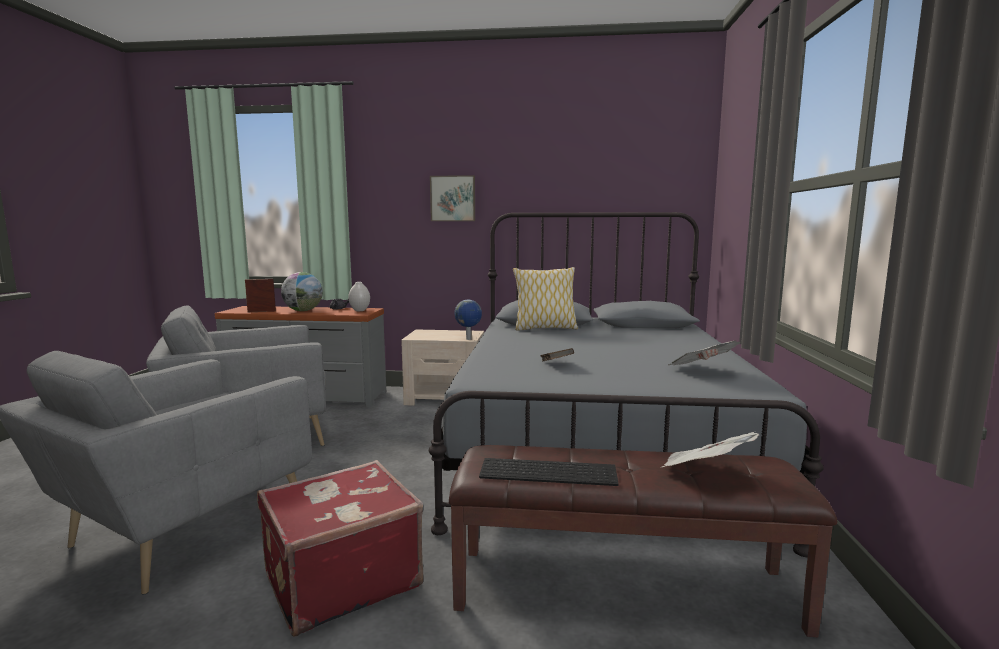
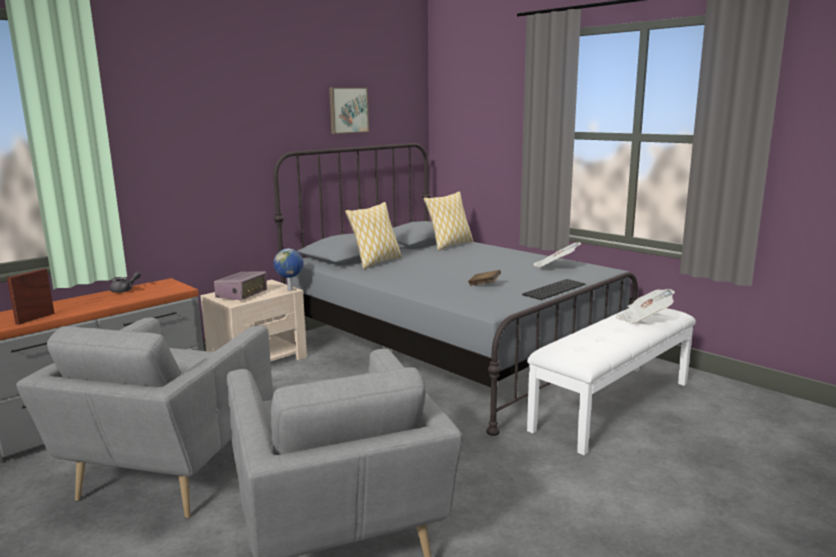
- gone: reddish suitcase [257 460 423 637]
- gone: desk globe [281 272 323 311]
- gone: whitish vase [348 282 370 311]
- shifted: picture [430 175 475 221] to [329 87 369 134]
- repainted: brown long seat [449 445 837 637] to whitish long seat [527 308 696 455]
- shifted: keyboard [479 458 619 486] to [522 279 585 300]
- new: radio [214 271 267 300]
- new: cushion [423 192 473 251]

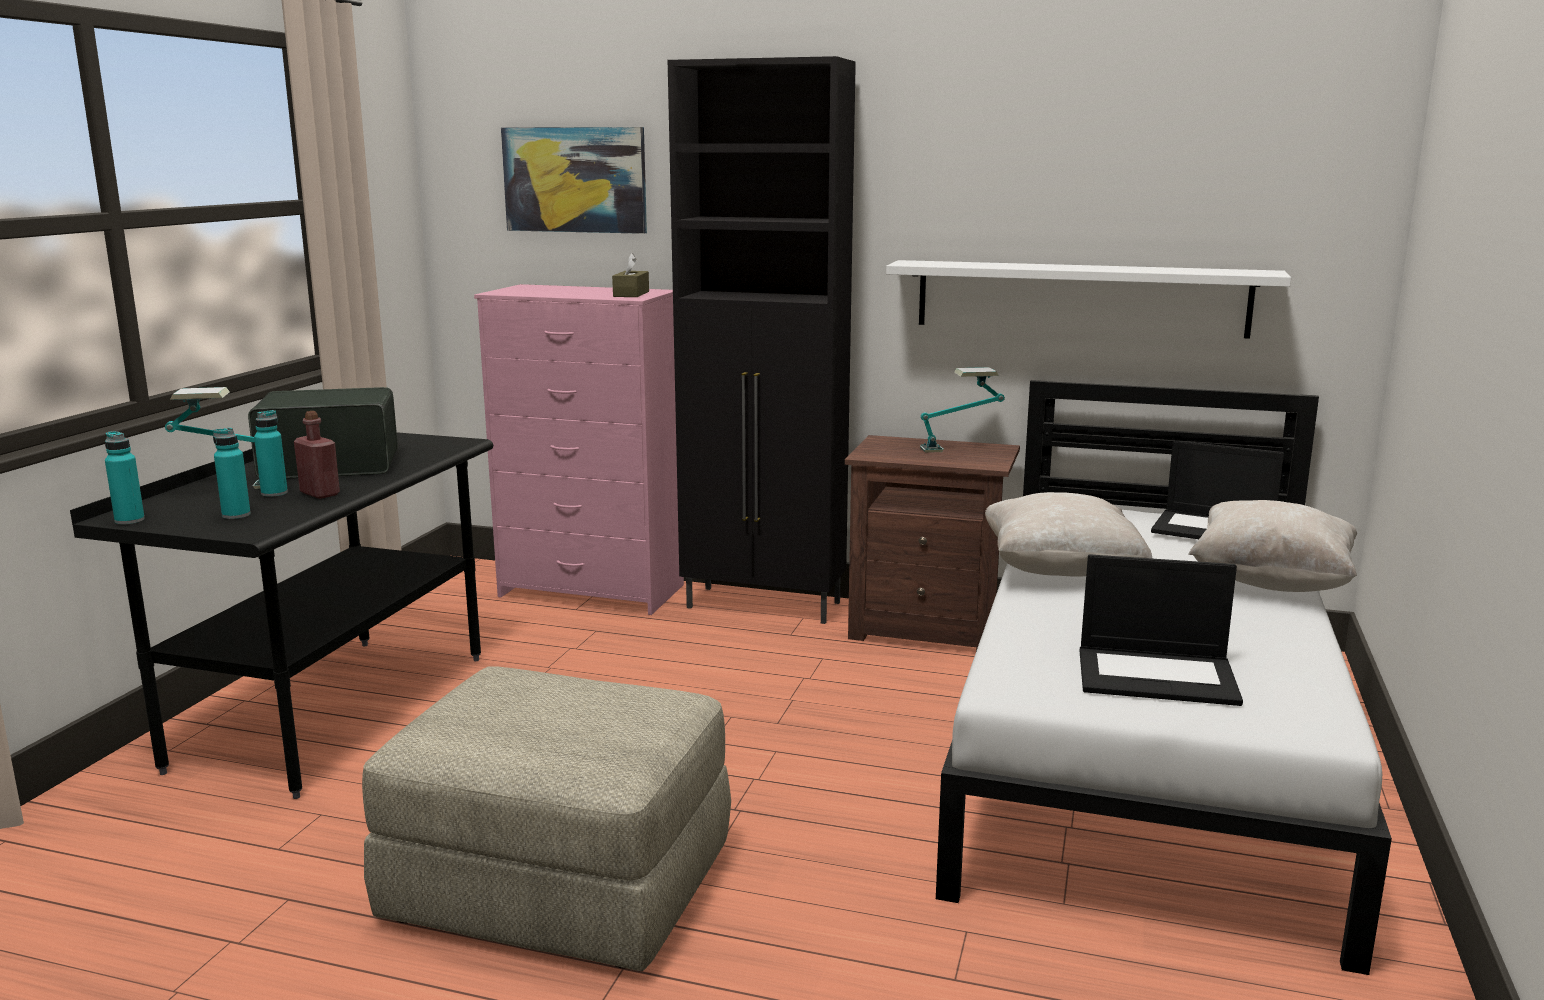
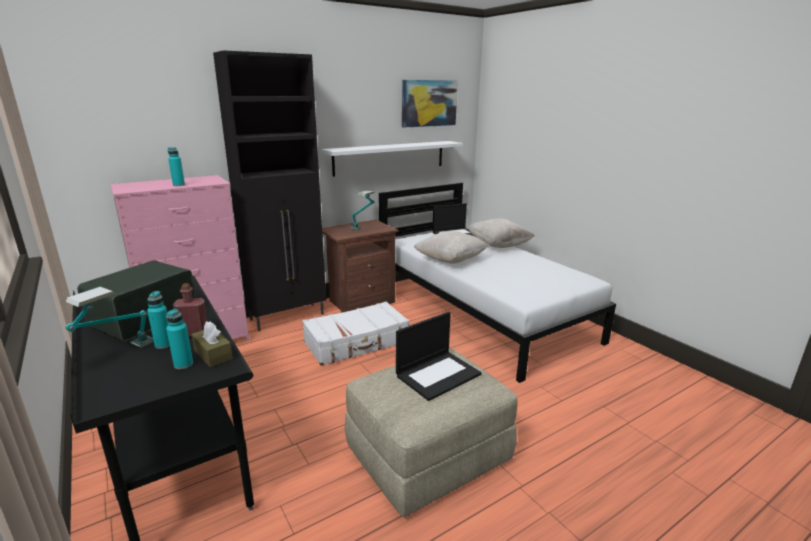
- shifted: turquoise drink bottle [105 431 145 525] to [168 147 185 186]
- shifted: picture [501 127 647 234] to [402 80 458 127]
- shifted: brown tissue box [612 253 649 297] to [191 321 233 367]
- shifted: portable computer [1080 554 1243 706] to [396 312 482 401]
- new: whitish suitcase [302 301 409 366]

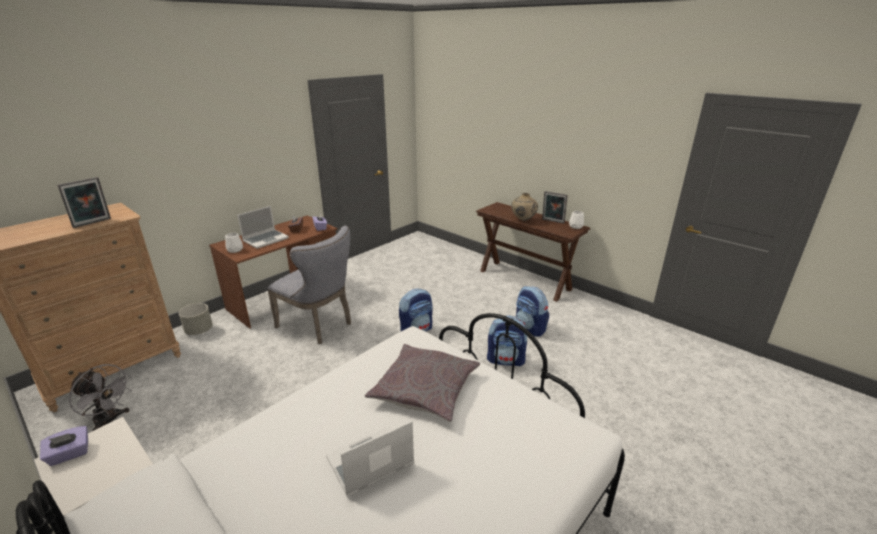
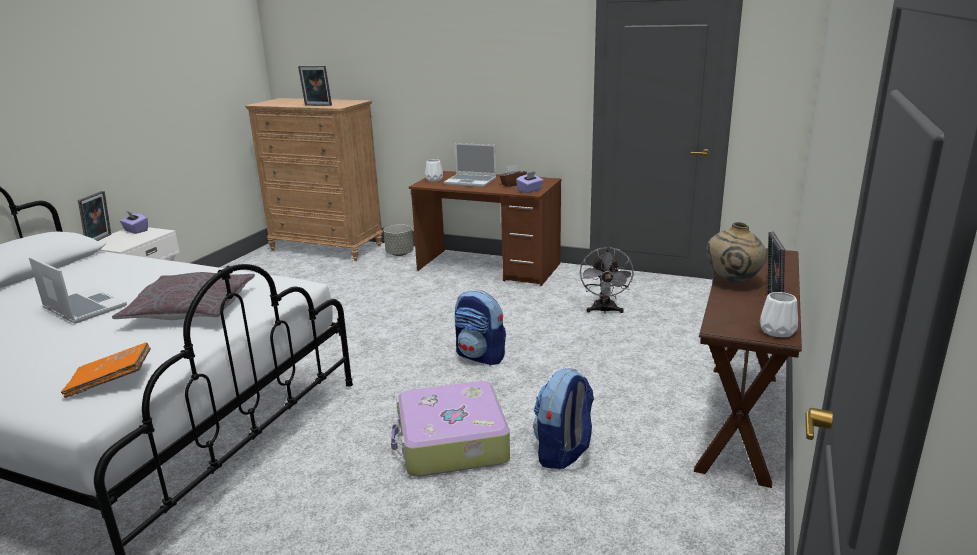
- shifted: greyish cooling fan [69 364 132 431] to [580 247 634 314]
- gone: greyish chair [267 226 351 344]
- swapped: knapsack [487 316 527 367] to suitcase [391 381 510 477]
- new: orangey book [61 342 151 398]
- new: photo frame [78 191 111 241]

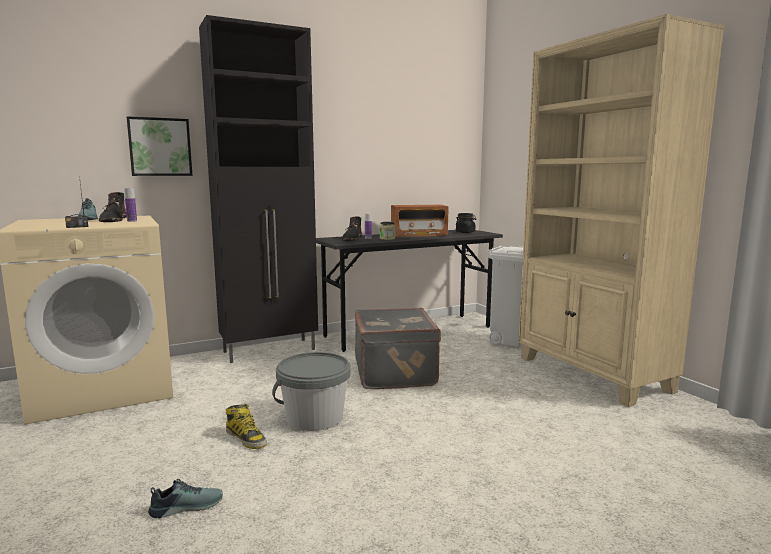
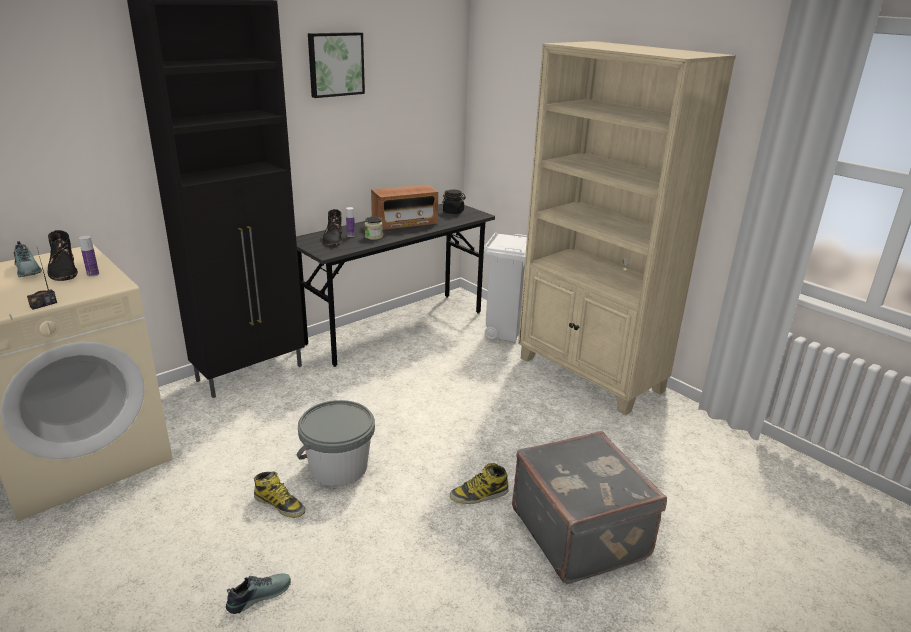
- shifted: picture [127 116 192 176] to [308 32 365 98]
- shifted: greyish suitcase [355 308 441 389] to [512 431 667 584]
- new: tall boot [450 463 508 504]

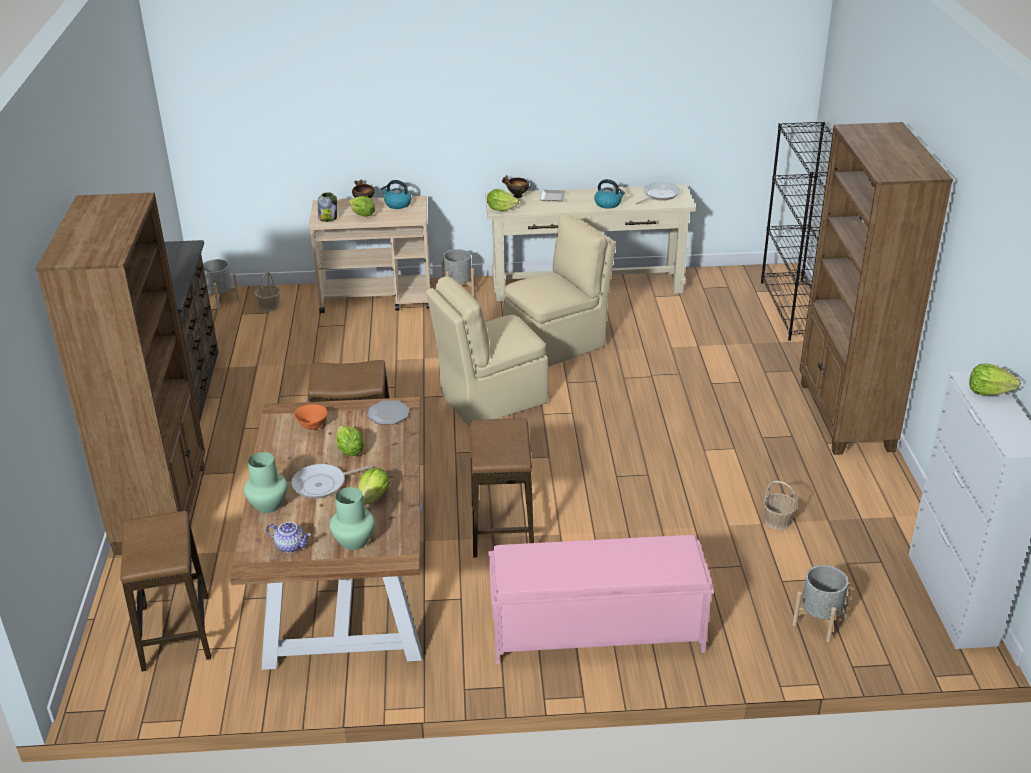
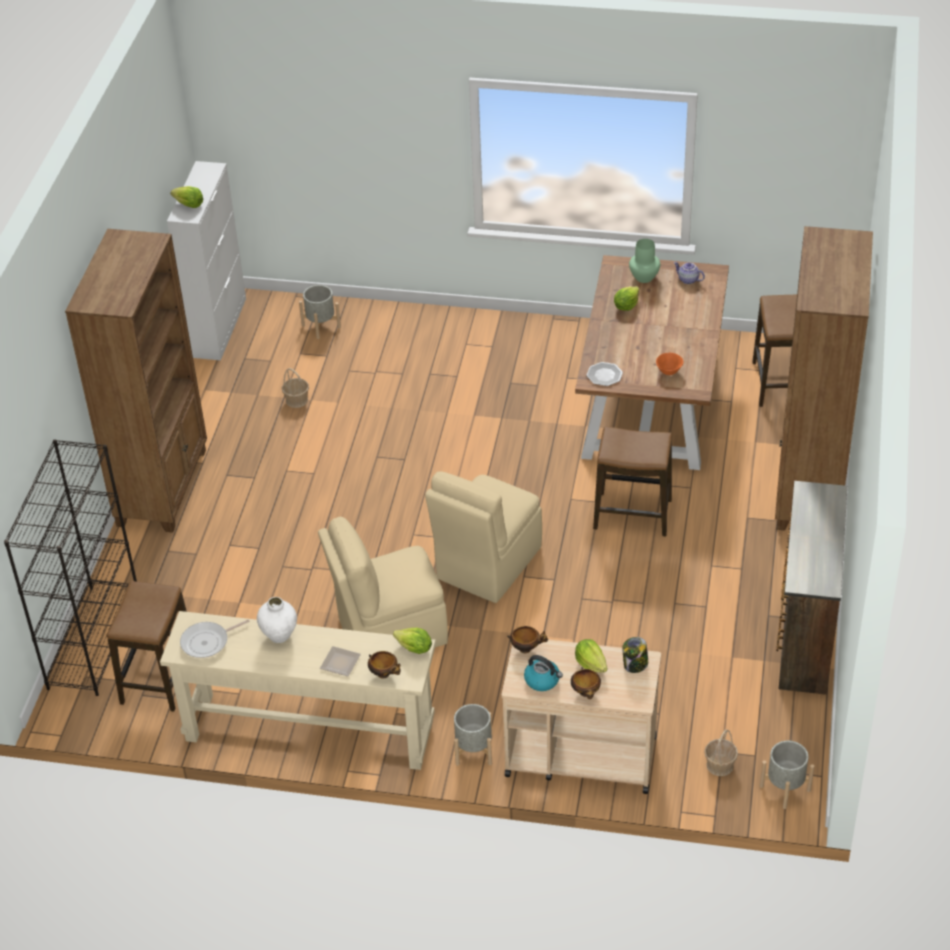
- gone: green-coloured vase [244 452 288 513]
- gone: frying pan [291 464 372 498]
- gone: head of lettuce [336 425 365 456]
- rotated: beige chair [426 276 548 427] = [425 471 542 603] 135 degrees clockwise
- shifted: sitting stool [470 418 534 558] to [107 581 187 712]
- gone: pinkish long seat [488 535 714 664]
- swapped: water kettle [594 179 625 209] to whitish vase [257 597 297 643]
- new: bowl [507 626 548 653]

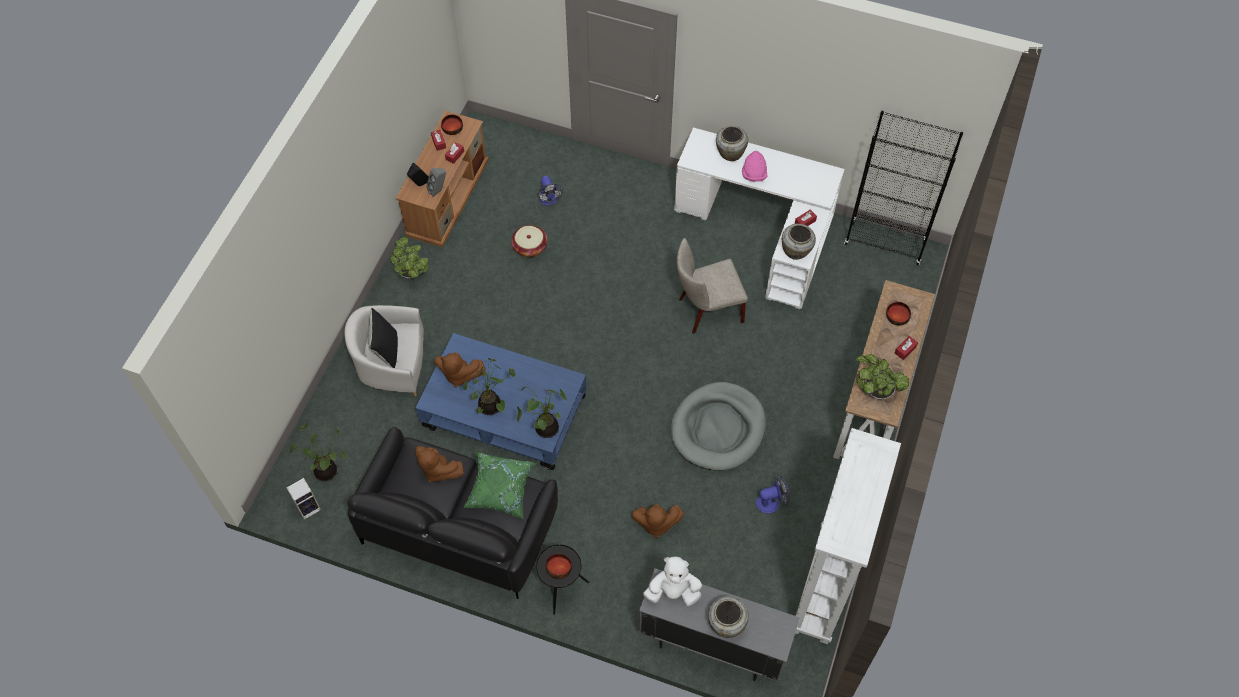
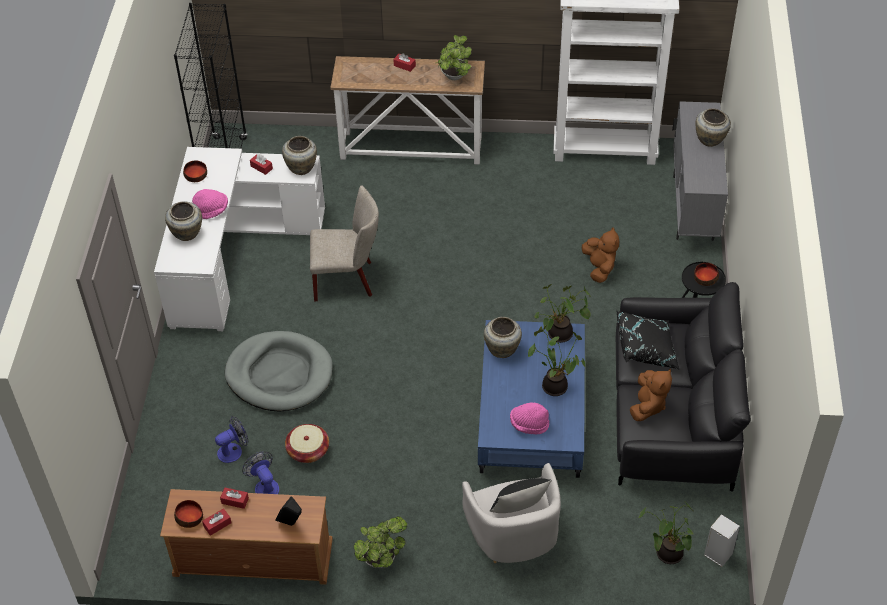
- gone: greyish speaker [426 168 446 197]
- swapped: brown cuddly toy [434 352 486 388] to pinkish clothing hat [510 403 549 434]
- repainted: green-coloured cushion [464 452 536 519] to black-coloured cushion [616 310 680 370]
- gone: whitish cuddly toy [643 557 702 606]
- shifted: greyish dog bed [670 382 766 471] to [225 331 333 411]
- rotated: beige chair [677 238 748 334] = [310 185 379 301] 60 degrees counterclockwise
- shifted: cooling fan [756 475 790 513] to [242 451 279 494]
- shifted: bowl [886 302 911 326] to [183 160 207 182]
- new: beige vase [484 317 522 358]

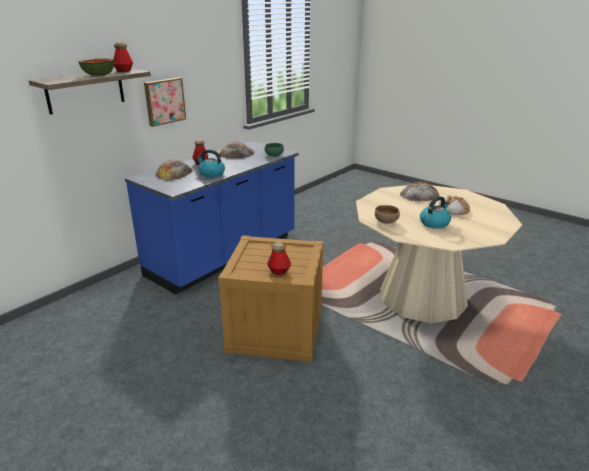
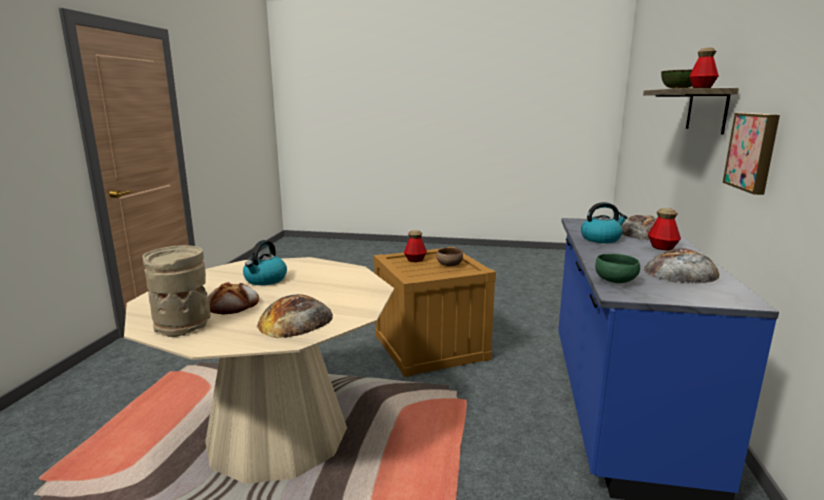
- shifted: brown bowl [375 205 400 224] to [436 248 463 266]
- new: beige vase [142 245 211 337]

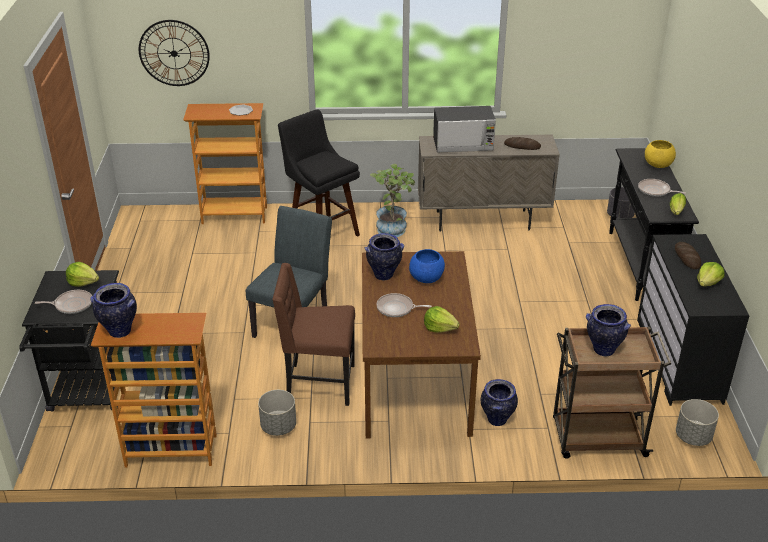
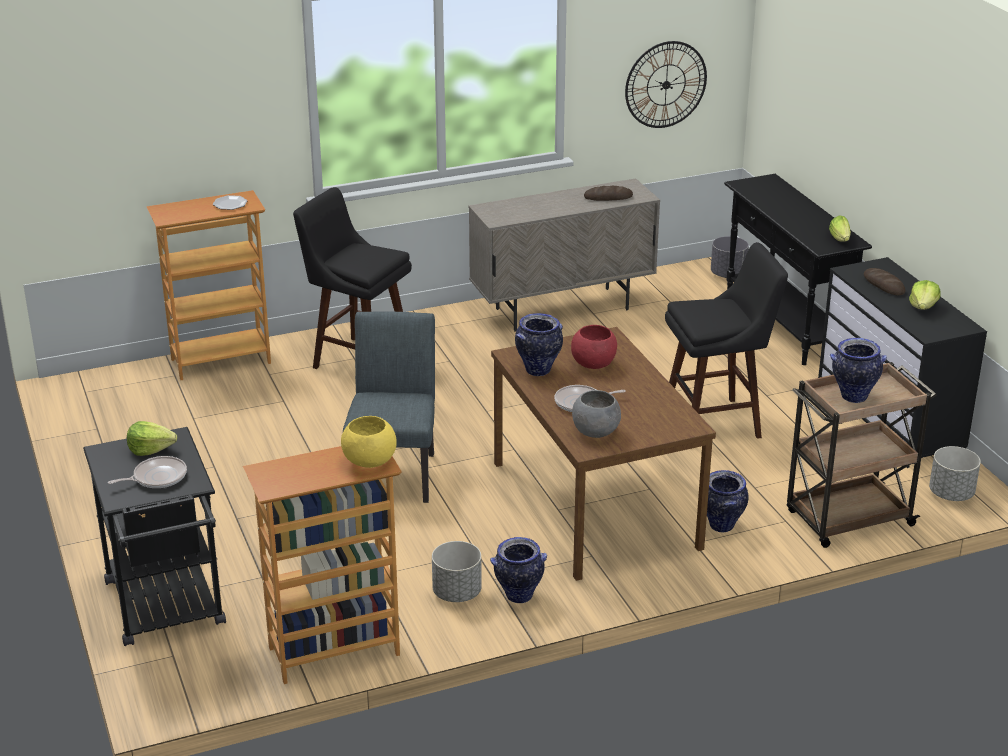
- shifted: vase [90 283 137 338] to [490 537 547 603]
- shifted: clock on the wall [139 20 210 86] to [625 41 707 128]
- gone: brown chair [272 263 355 406]
- gone: plant in a pot [370 164 415 237]
- repainted: blue-coloured bowl [409 249 445 283] to reddish bowl [571 325 617 369]
- gone: head of lettuce [424 306 460 333]
- gone: microwave oven [433 106 496 152]
- gone: frying pan [638 179 686 197]
- shifted: yellowish bowl [645 140 676 168] to [341 416 397 468]
- new: greyish bowl [572 390 621 438]
- new: black-coloured sitting stool [665 242 788 439]

